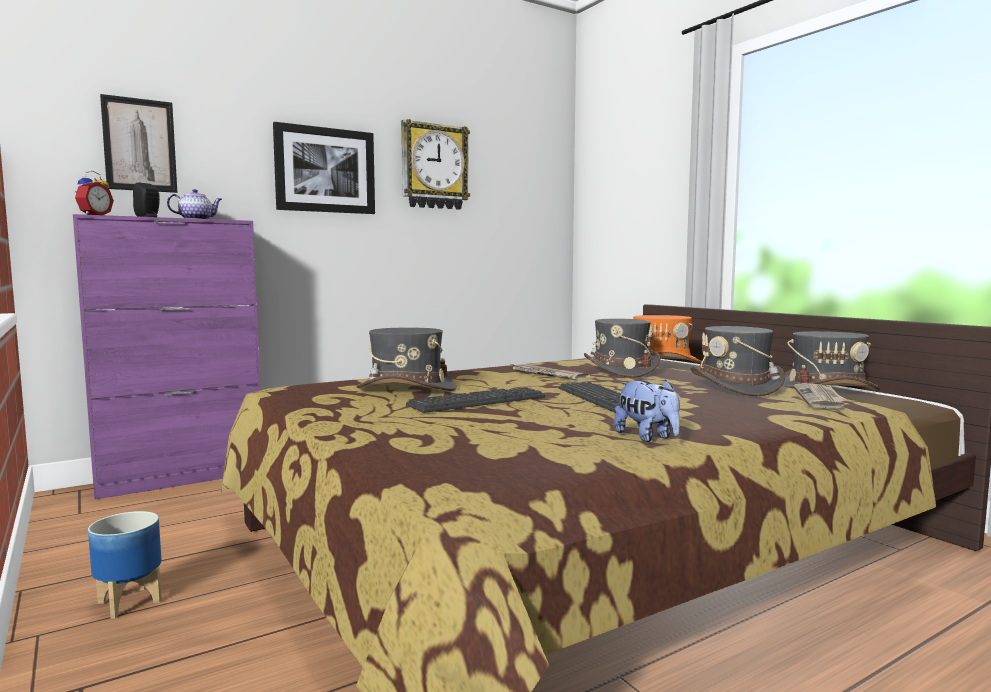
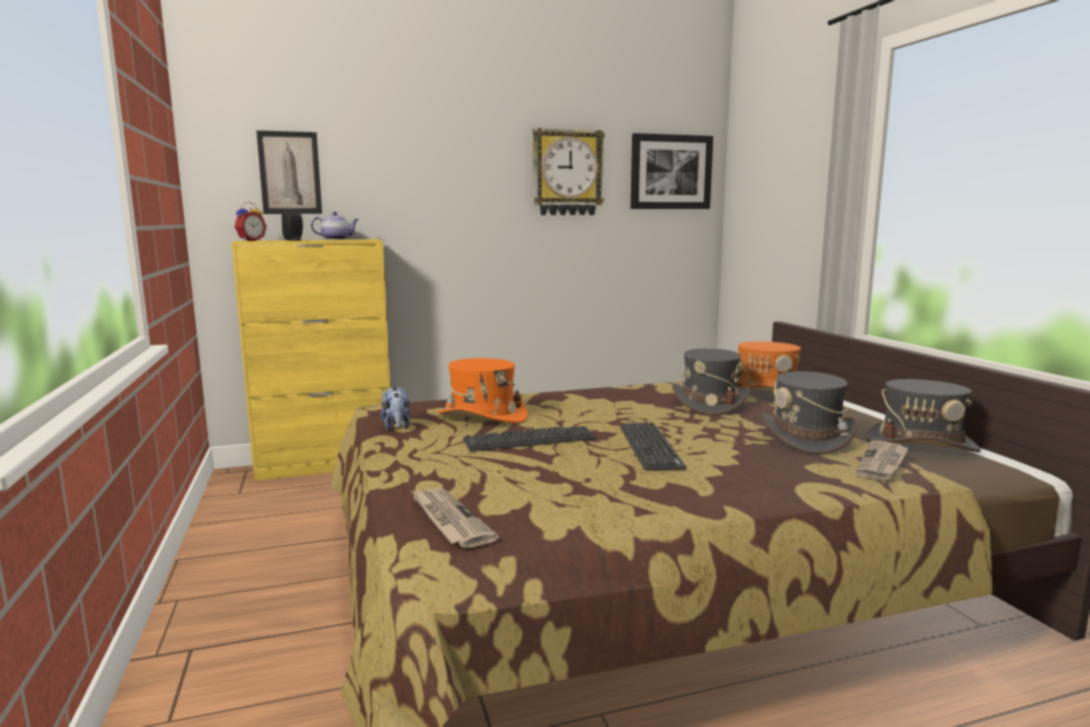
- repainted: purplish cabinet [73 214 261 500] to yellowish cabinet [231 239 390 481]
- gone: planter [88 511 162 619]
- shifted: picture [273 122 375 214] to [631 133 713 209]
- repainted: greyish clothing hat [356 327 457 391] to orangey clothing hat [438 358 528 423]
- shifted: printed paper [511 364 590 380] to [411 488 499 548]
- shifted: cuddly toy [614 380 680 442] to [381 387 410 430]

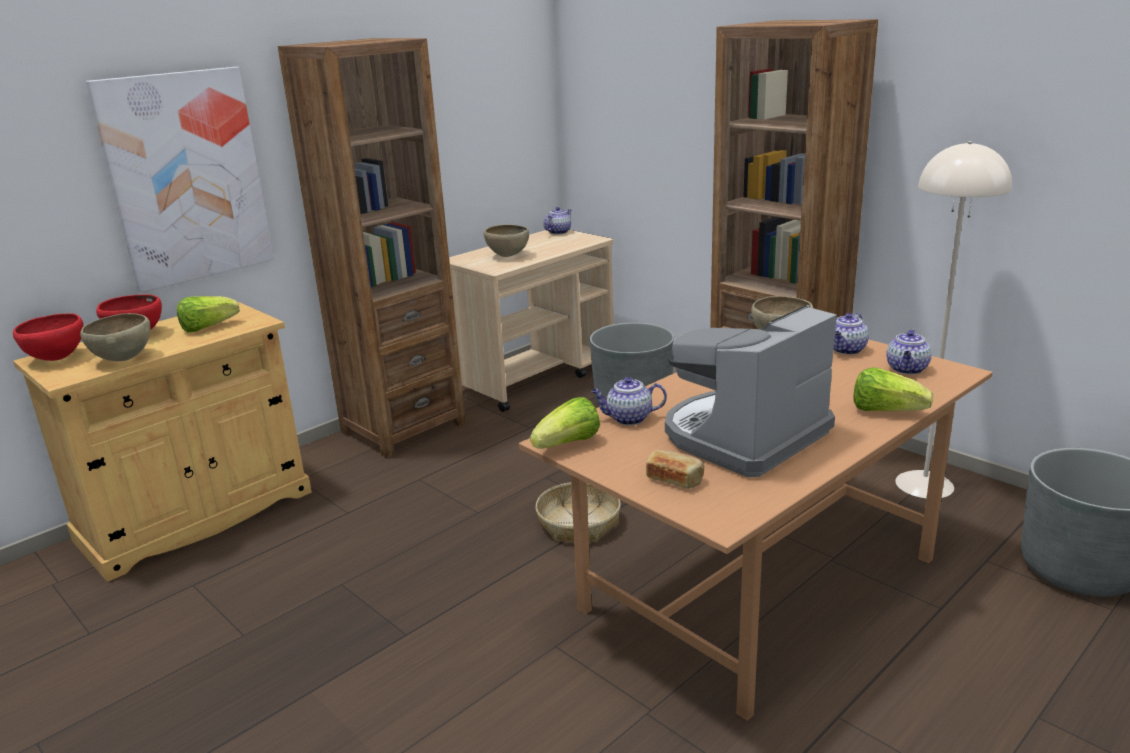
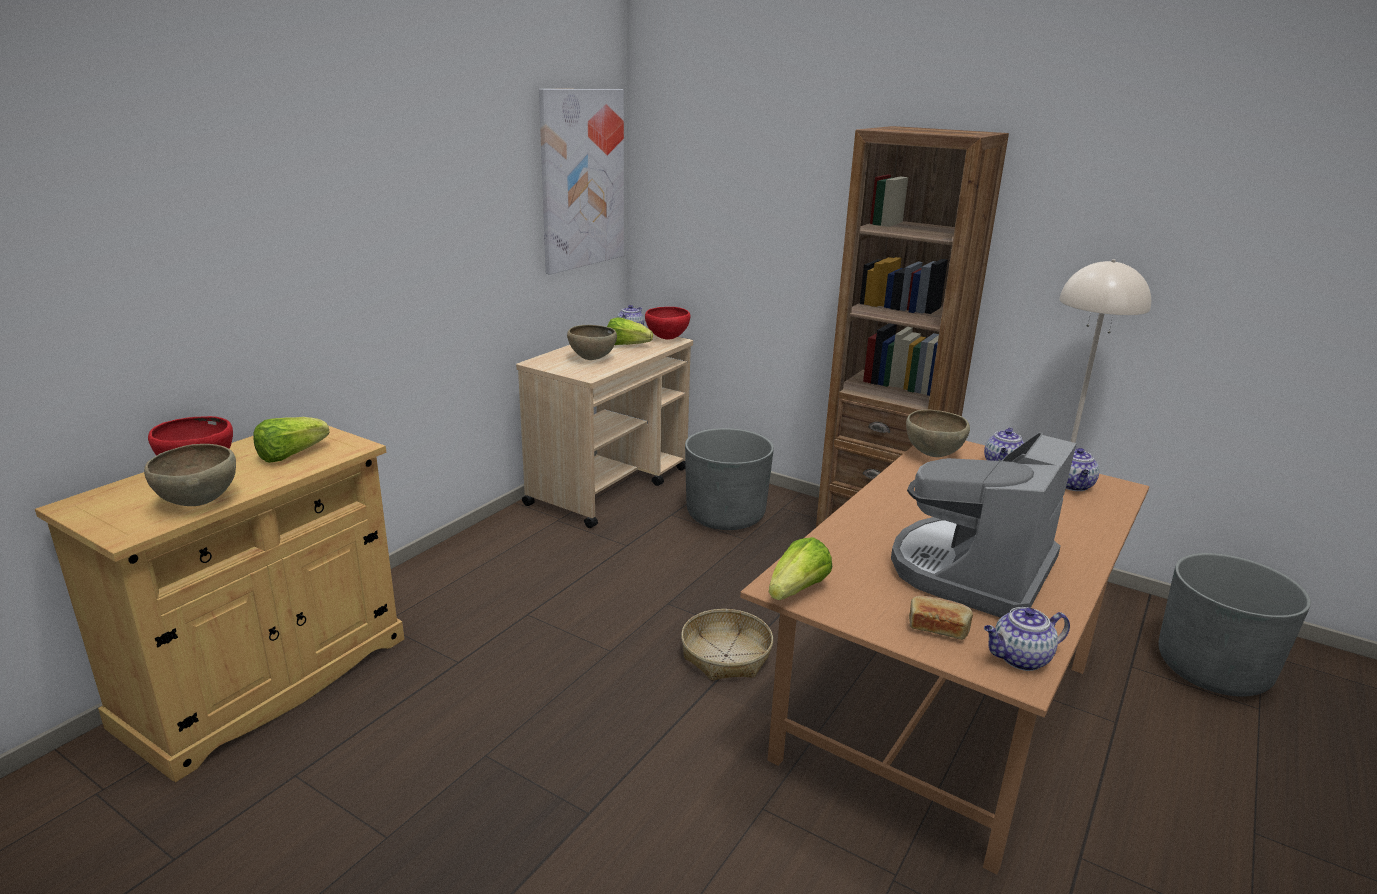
- shifted: reddish bowl [13 313 83 361] to [645 307 690 340]
- shifted: picture [86 67 274 292] to [539 89 624 275]
- gone: brown shelving unit [278 38 466 458]
- shifted: teapot [591 377 667 425] to [984 607 1070 671]
- shifted: head of lettuce [853 367 933 411] to [607 317 653 345]

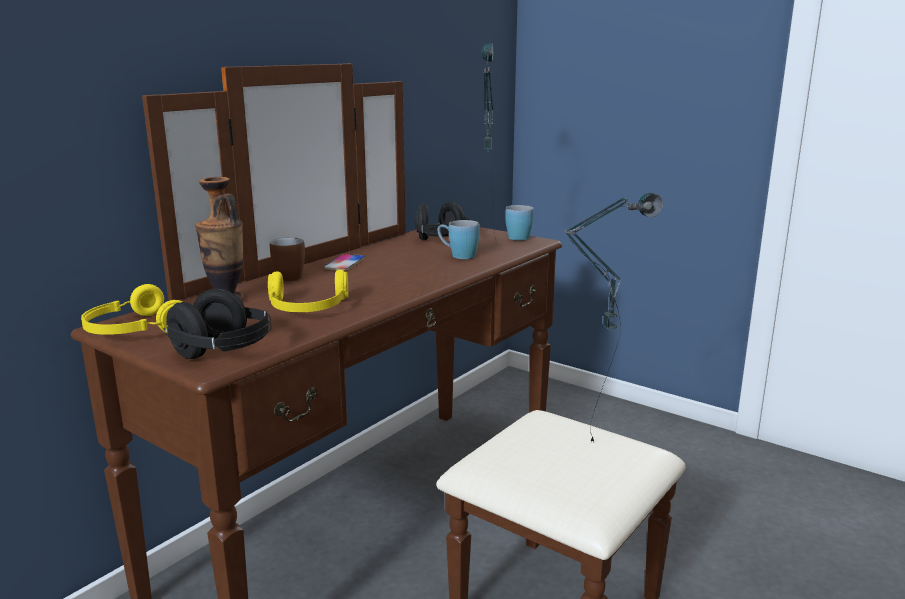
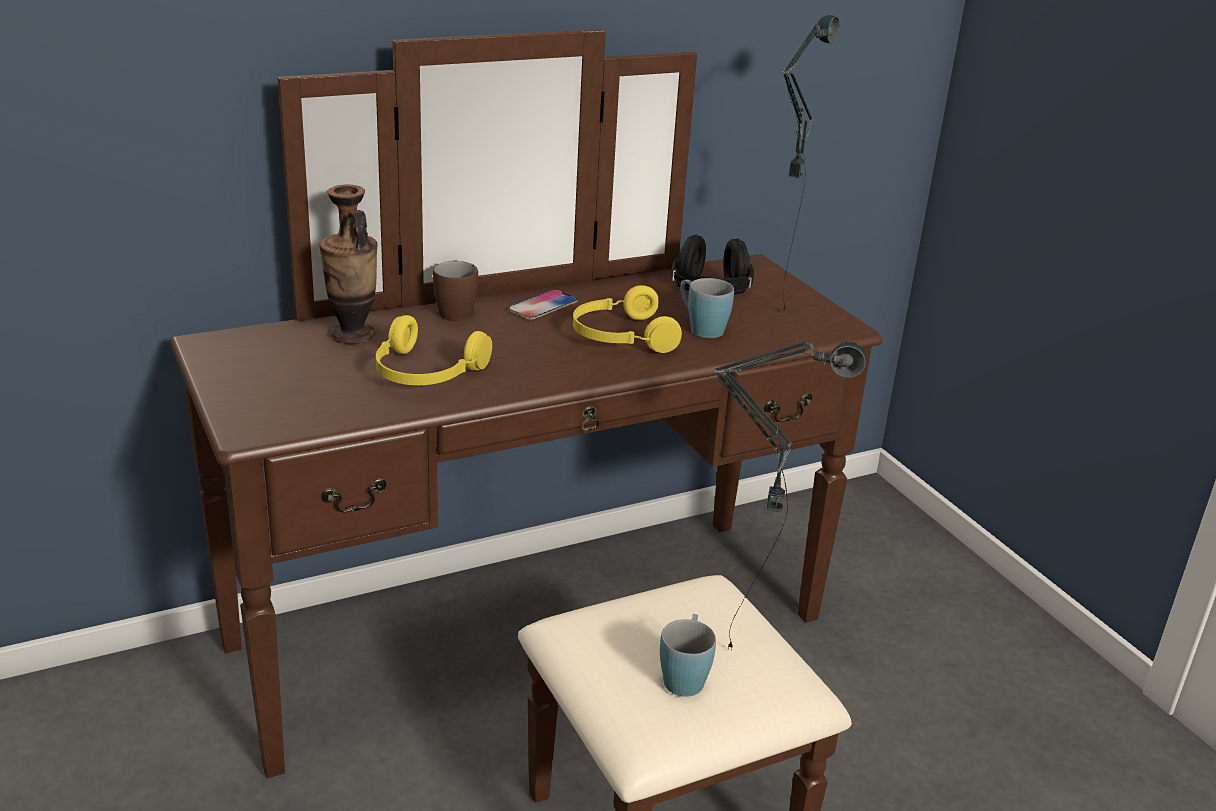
- shifted: yellowish headset [81 284 182 335] to [573 285 682 353]
- gone: black-coloured headset [163 288 272 359]
- shifted: blue-coloured tea mug [505 205 534 241] to [660 614 716 697]

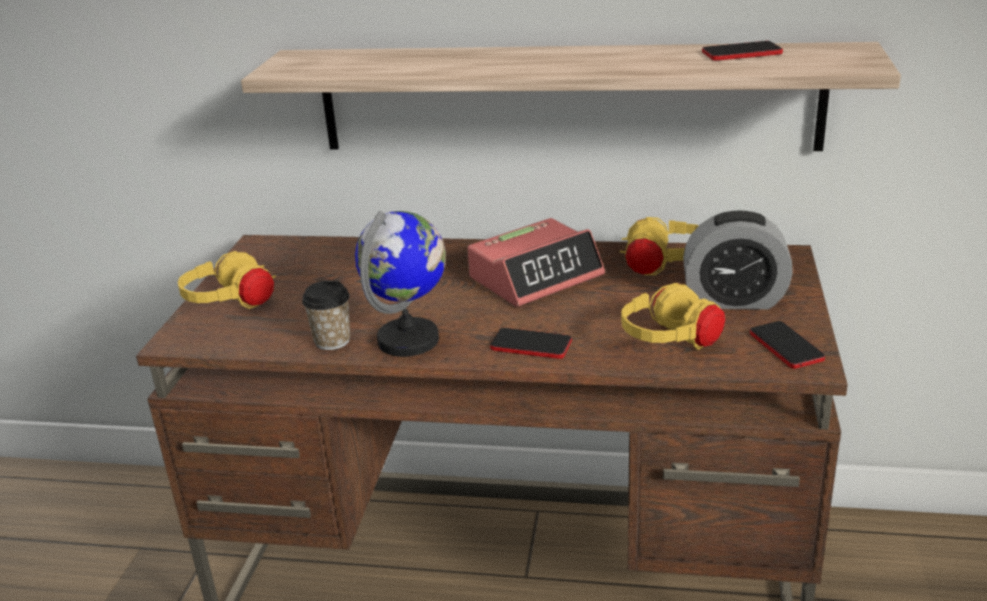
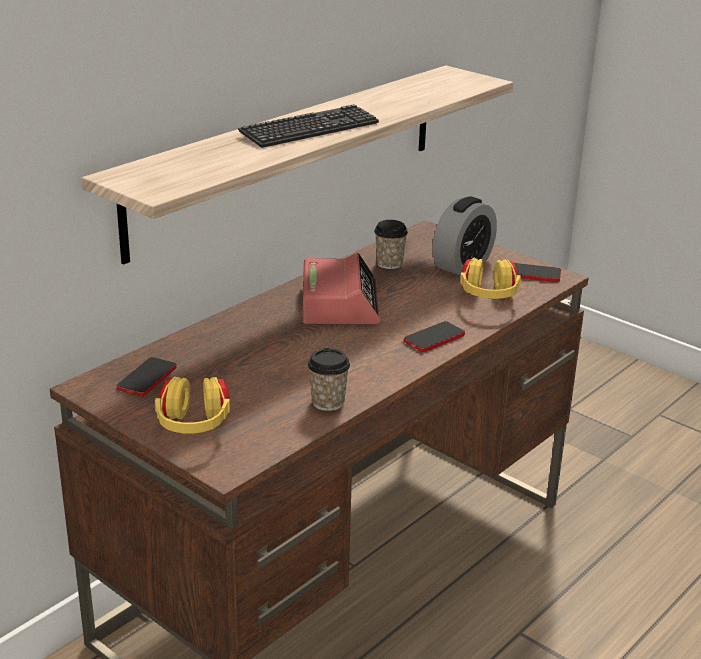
- gone: desk globe [355 211 446 357]
- swapped: yellowish headset [620 217 699 275] to drinking cup [374 220 408 269]
- shifted: handset [702 41 783 61] to [117 357 176 396]
- new: keyboard [238 104 379 148]

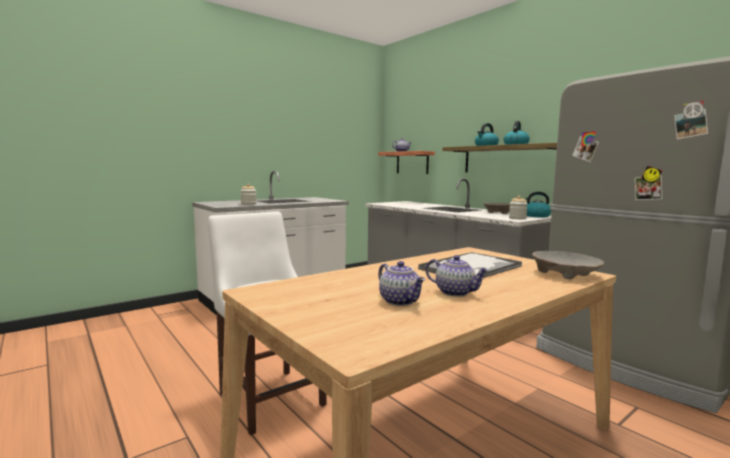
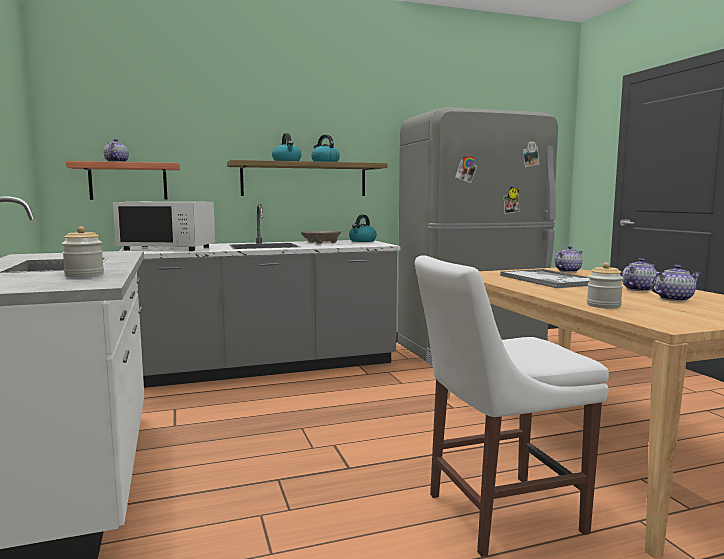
- shifted: storage jar [509 196 528 219] to [587 262 623 309]
- swapped: beige bowl [532 251 604 279] to teapot [554 246 583 272]
- new: whitish microwave oven [113 202 215 251]

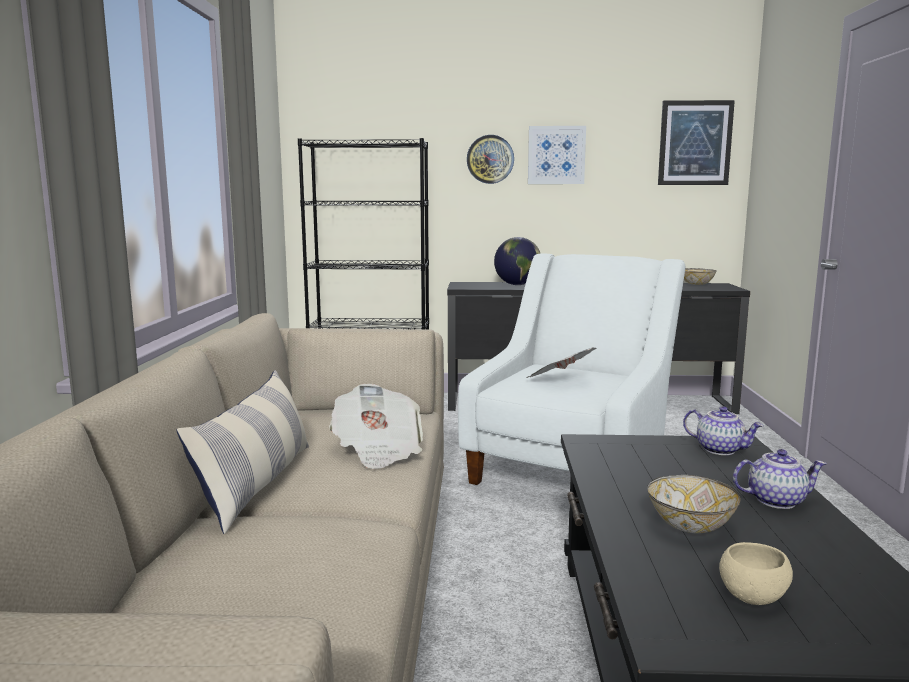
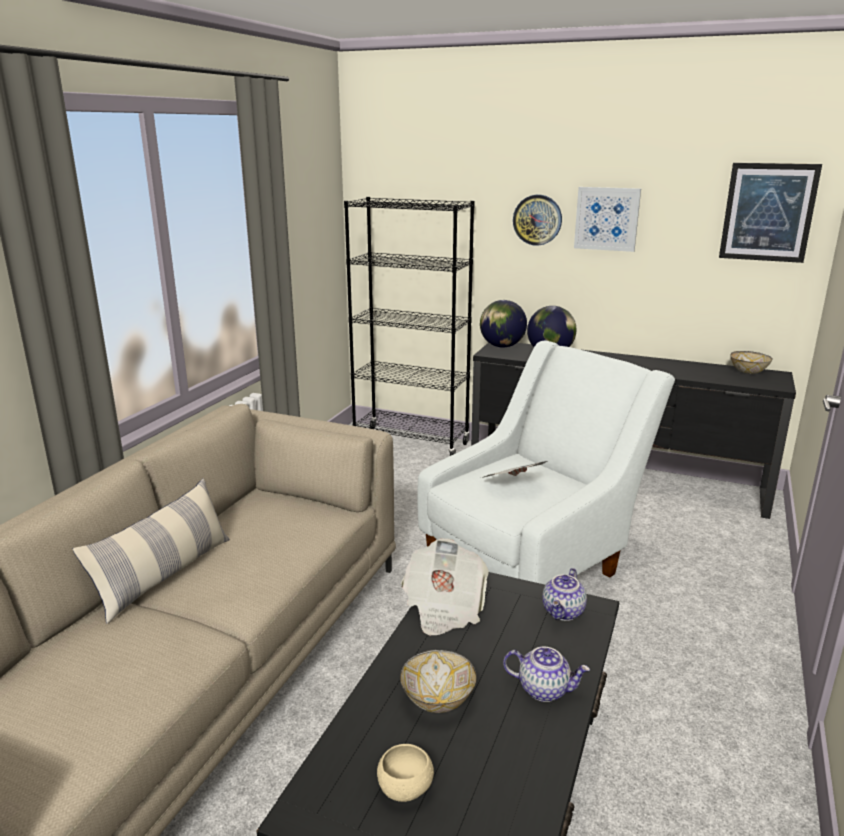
- shifted: printed paper [329 384 423 469] to [401 538 489 636]
- rotated: teapot [683 406 764 455] = [542 568 587 621] 60 degrees clockwise
- new: desk globe [480 300 527 347]

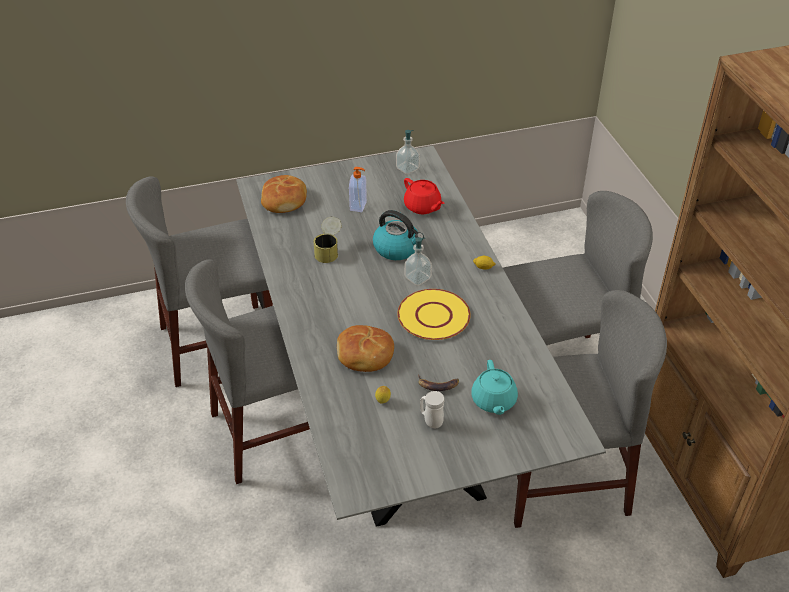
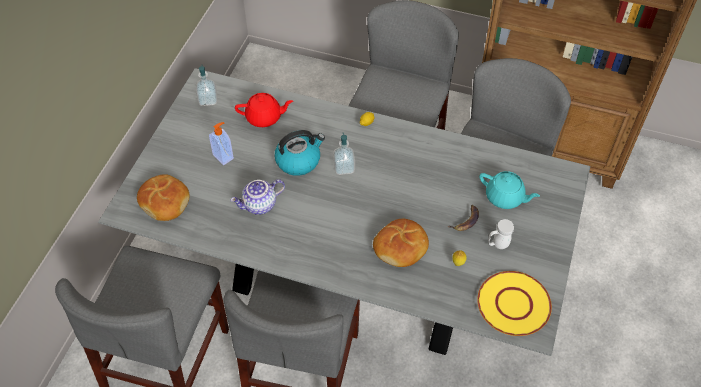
- swapped: can [313 216 341 263] to teapot [230 179 285 215]
- shifted: yellowish plate [397 289 471 340] to [477 271 552 336]

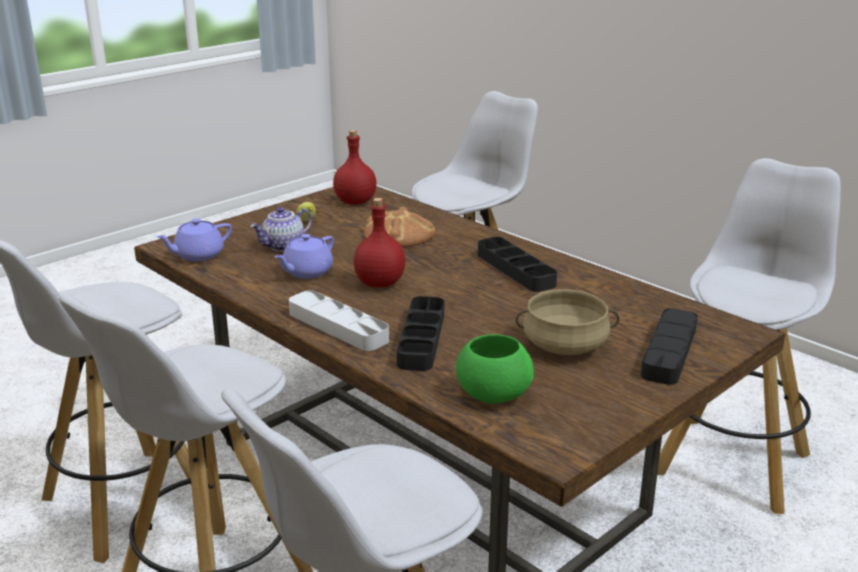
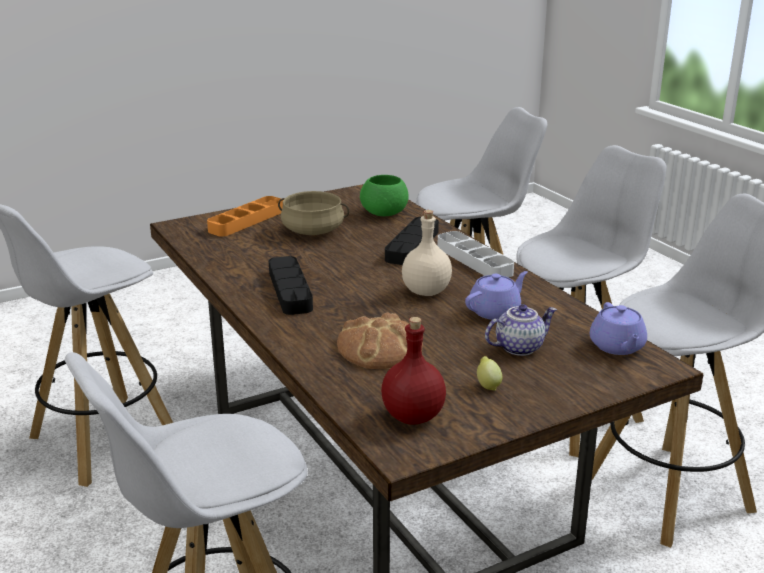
- rotated: purplish teapot [156 219 232 262] = [590 302 647 355] 105 degrees clockwise
- repainted: reddish drink bottle [354 198 406 287] to beige drink bottle [402 210 452 296]
- repainted: black-coloured tray [641 308 698 385] to orangey tray [207 196 283 237]

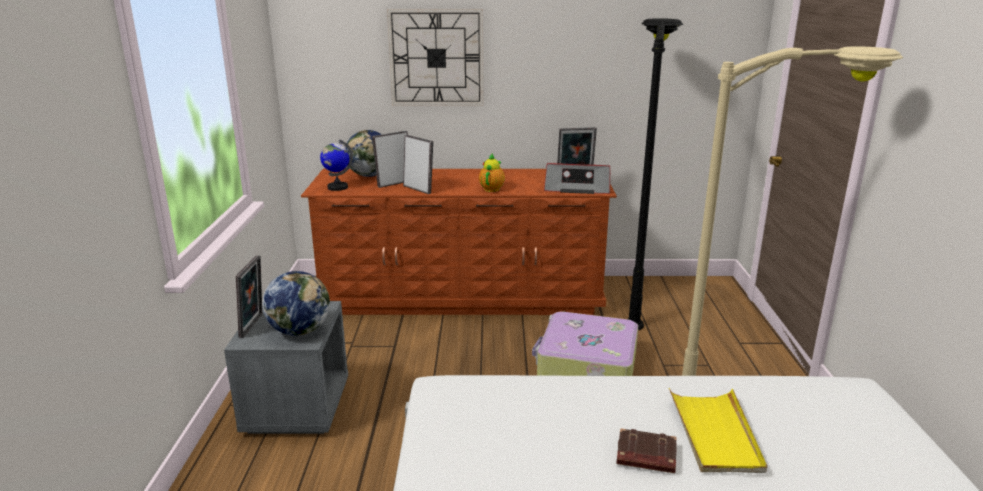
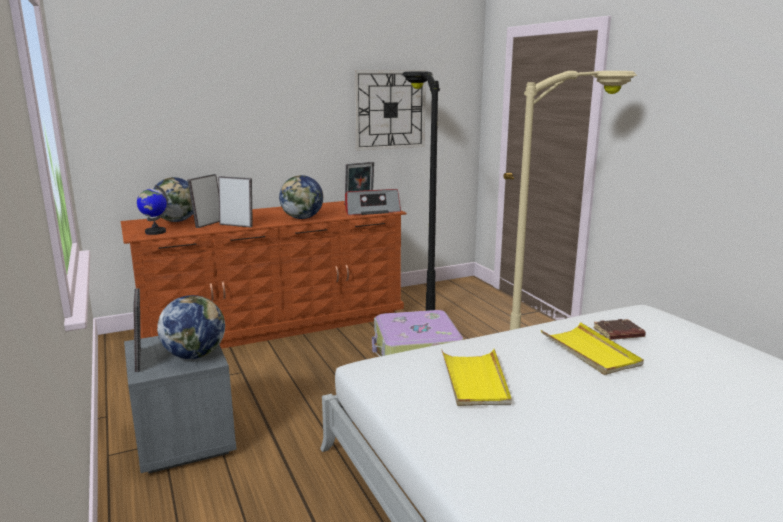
- shifted: clock on the wall [387 9 483 106] to [354 70 426 151]
- swapped: teapot [479 154 505 192] to desk globe [279 175 323 219]
- shifted: brown book [616 428 677 473] to [593 319 646 340]
- new: yellowish tray [441 349 512 406]

